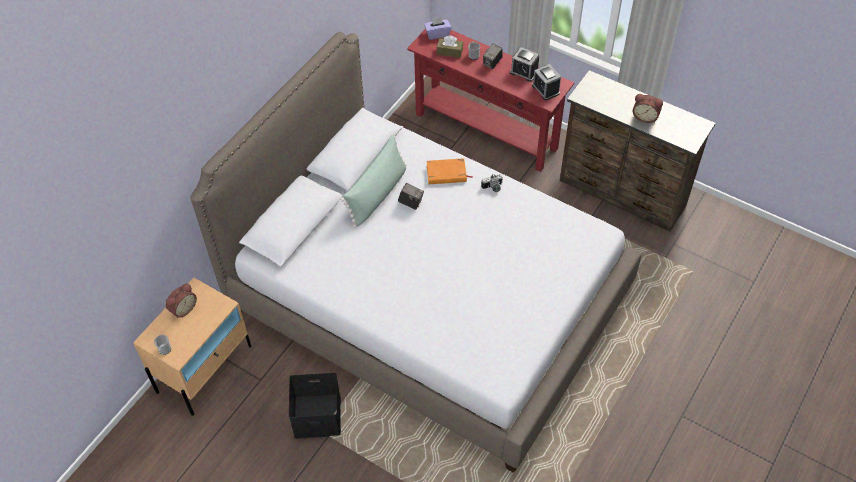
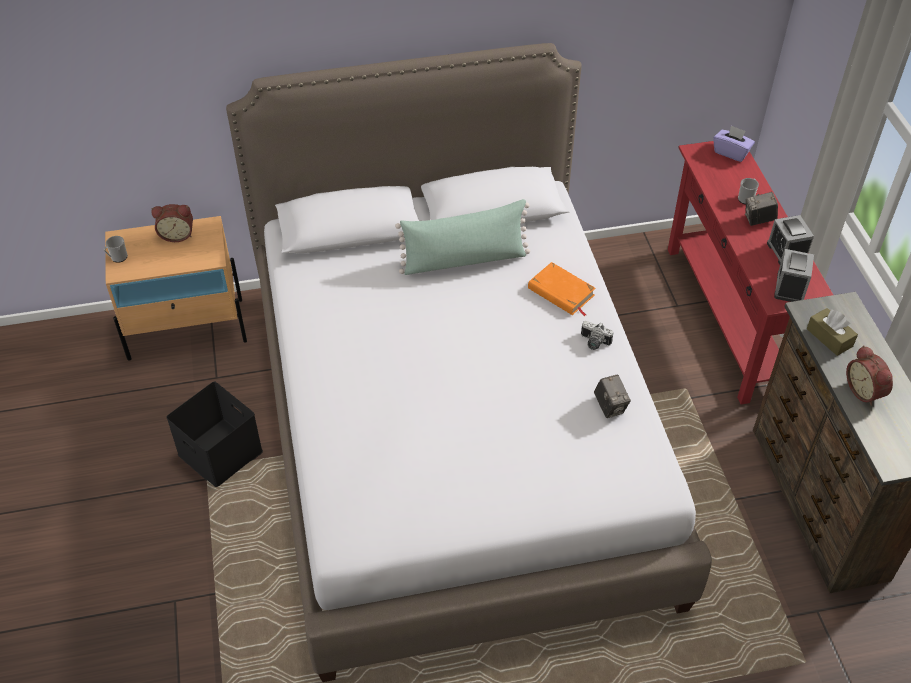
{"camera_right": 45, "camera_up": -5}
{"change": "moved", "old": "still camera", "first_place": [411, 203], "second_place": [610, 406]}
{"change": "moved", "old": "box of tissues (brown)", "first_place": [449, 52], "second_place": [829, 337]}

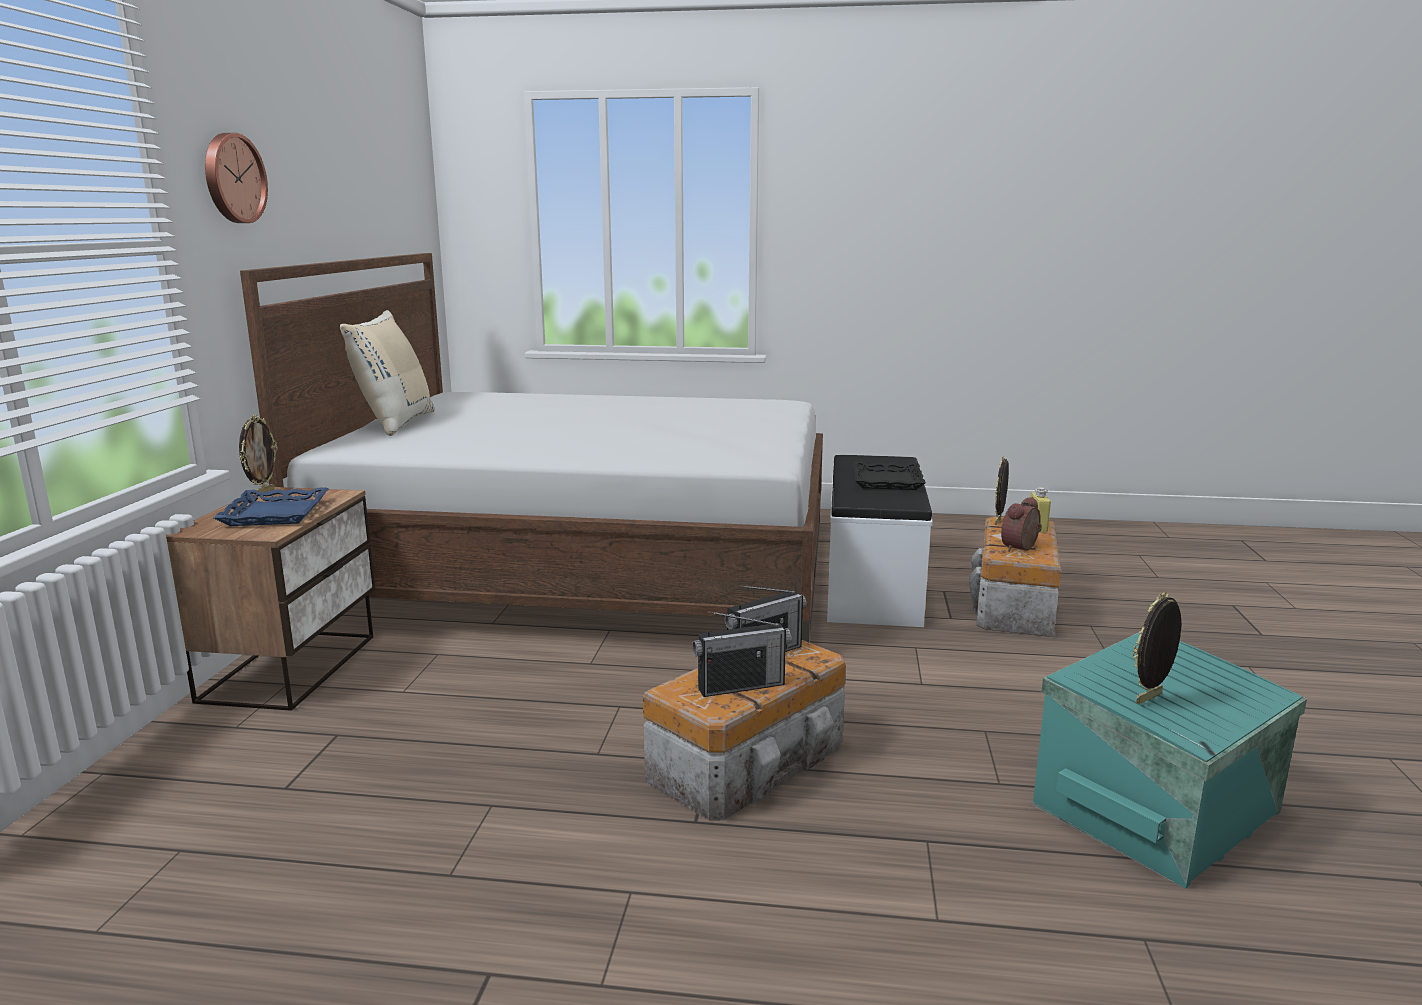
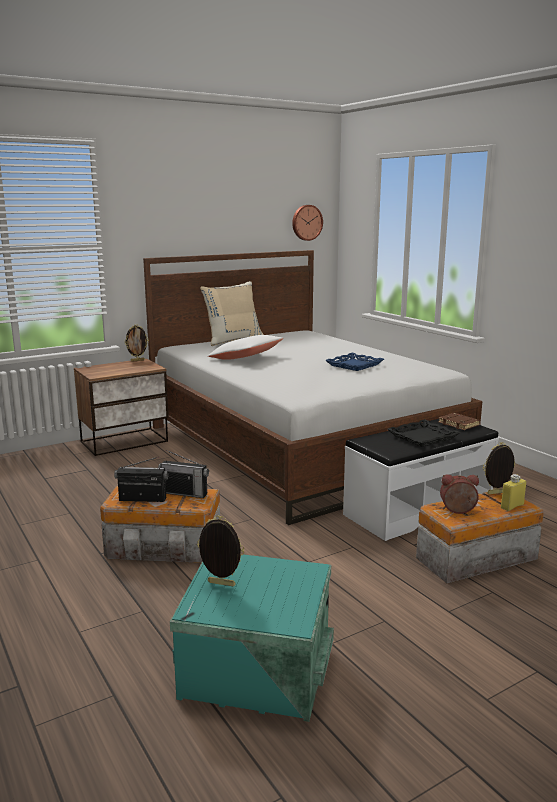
{"camera_right": 50, "camera_up": 0}
{"change": "added", "new": "pillow (white-coloured)", "second_place": [246, 358]}
{"change": "added", "new": "bound book (brown)", "second_place": [459, 424]}
{"change": "moved", "old": "clock on the wall", "first_place": [232, 178], "second_place": [306, 222]}
{"change": "moved", "old": "carrying tray (blue-coloured)", "first_place": [274, 514], "second_place": [354, 365]}
{"change": "turned", "old": "radio receiver", "first_place": [741, 686], "second_place": [142, 499], "degrees": 150}

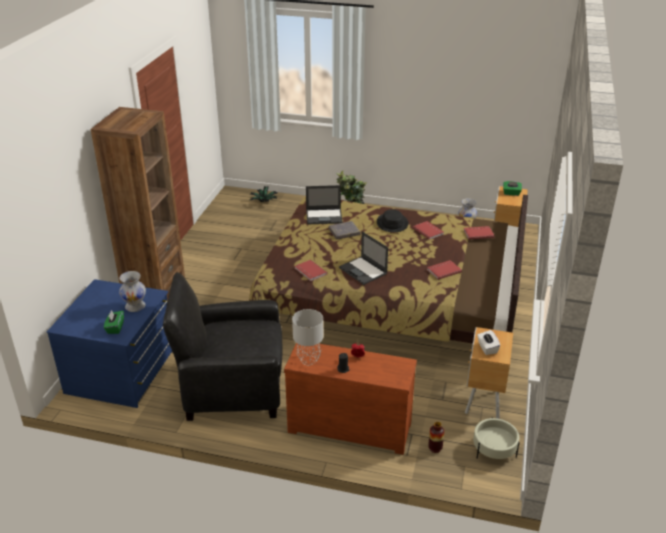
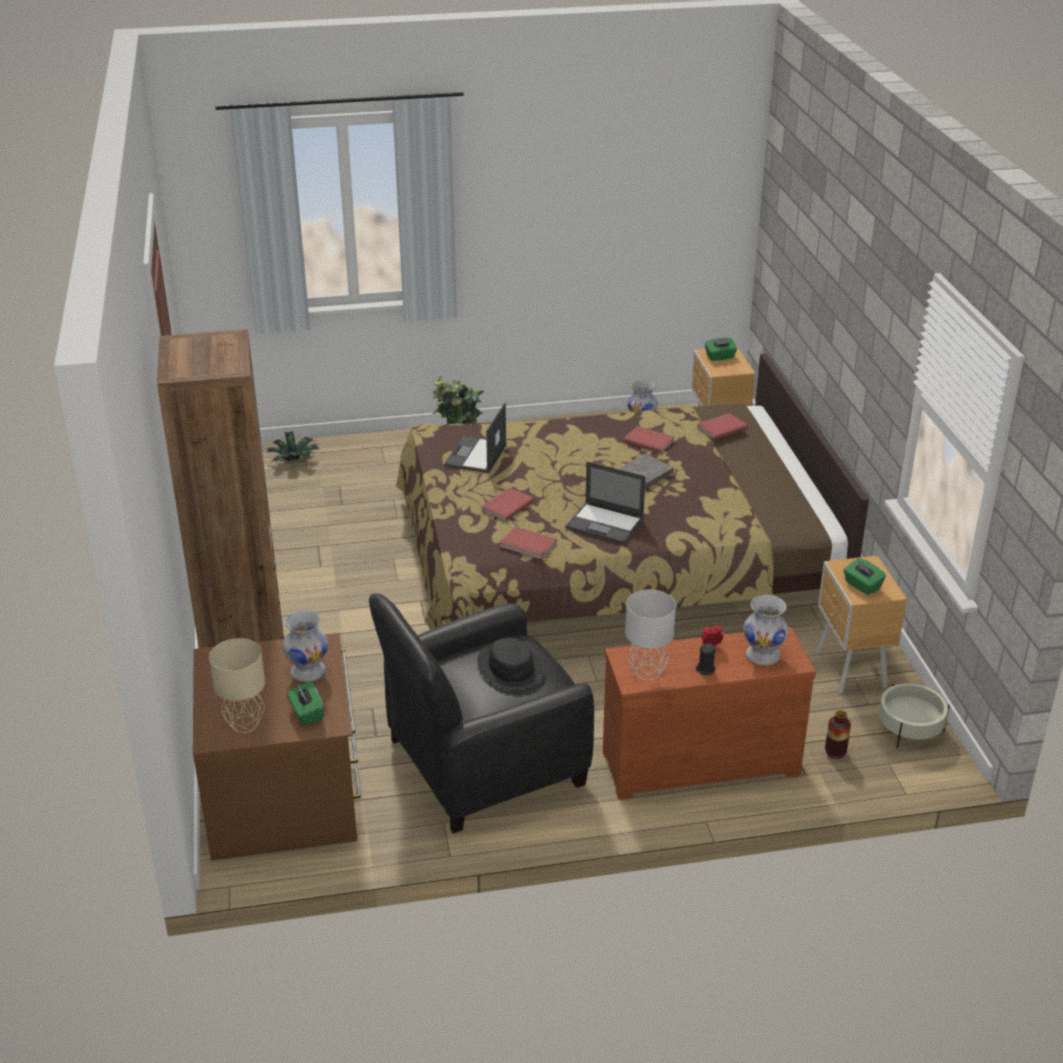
{"camera_right": -25, "camera_up": 0}
{"change": "added", "new": "tabletop lamp (sand-coloured)", "second_place": [246, 724]}
{"change": "added", "new": "vase (white-coloured)", "second_place": [762, 656]}
{"change": "moved", "old": "bound book (grey)", "first_place": [344, 232], "second_place": [645, 474]}
{"change": "moved", "old": "wearable hat (black-coloured)", "first_place": [392, 223], "second_place": [511, 667]}
{"change": "moved", "old": "bound book (reddish)", "first_place": [443, 270], "second_place": [506, 505]}
{"change": "recoloured", "old": "dresser (blue-coloured)", "new": "dresser (brown)", "first_place": [122, 372], "second_place": [284, 795]}
{"change": "recoloured", "old": "box of tissues (white-coloured)", "new": "box of tissues (green-coloured)", "first_place": [487, 348], "second_place": [862, 586]}
{"change": "turned", "old": "laptop", "first_place": [324, 216], "second_place": [475, 455], "degrees": 135}

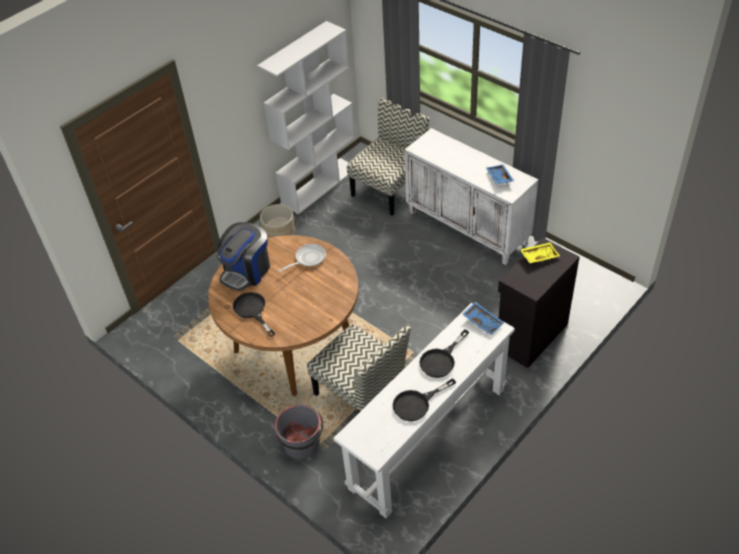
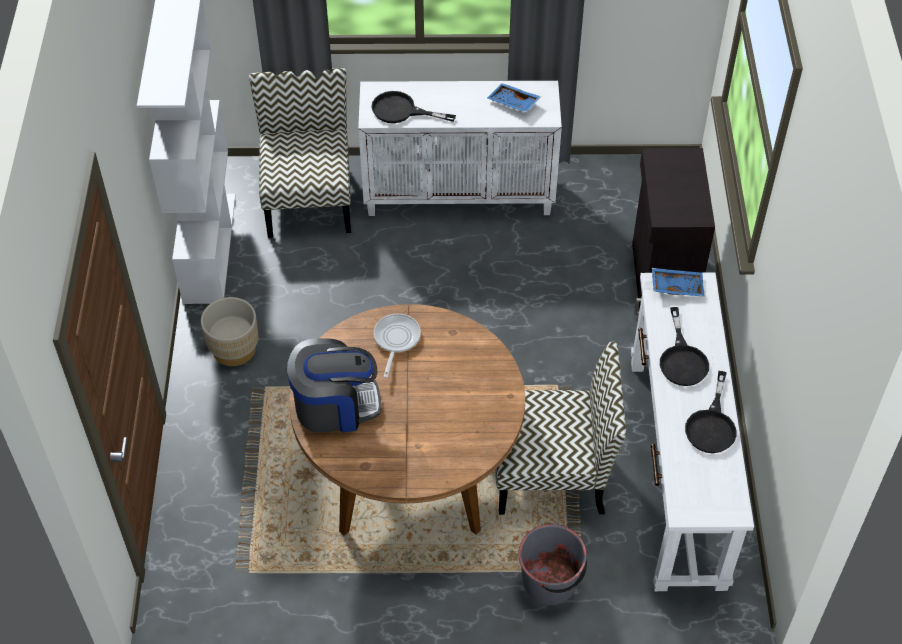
{"camera_right": -45, "camera_up": 5}
{"change": "removed", "old": "carrying tray (yellow)", "first_place": [539, 256]}
{"change": "moved", "old": "frying pan (black-coloured)", "first_place": [252, 311], "second_place": [401, 111]}
{"change": "turned", "old": "coffee maker", "first_place": [246, 271], "second_place": [335, 405], "degrees": -90}

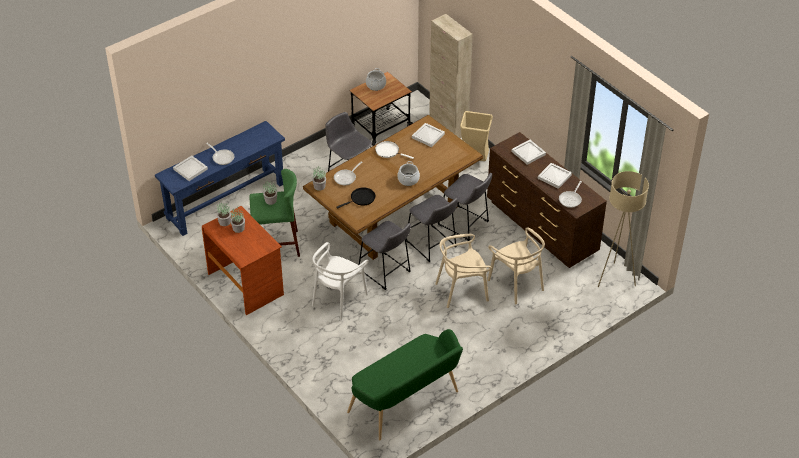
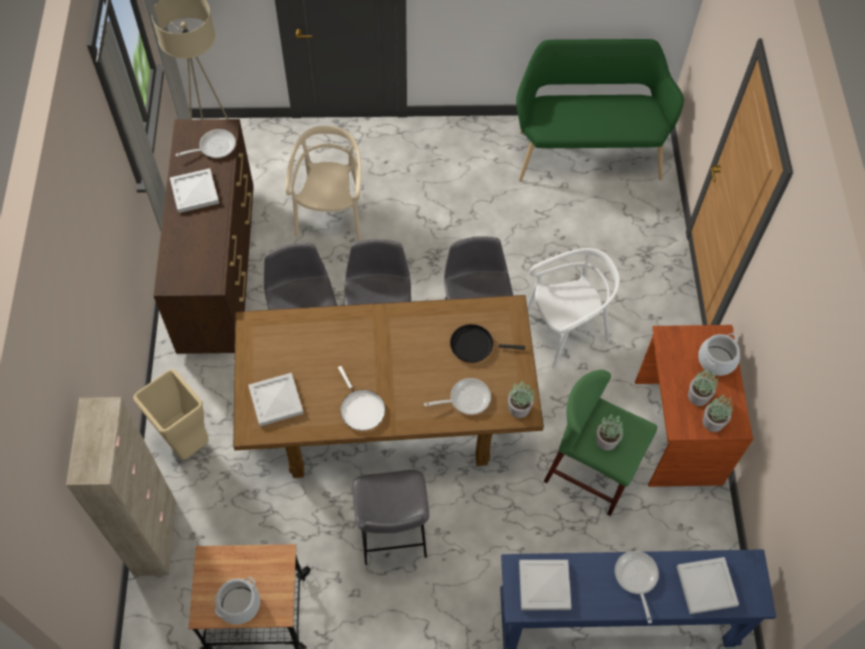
{"camera_right": -145, "camera_up": 15}
{"change": "removed", "old": "plain chair (sand-coloured)", "first_place": [462, 290]}
{"change": "moved", "old": "stockpot", "first_place": [408, 179], "second_place": [716, 360]}
{"change": "moved", "old": "carrying tray (white-coloured)", "first_place": [528, 153], "second_place": [545, 584]}

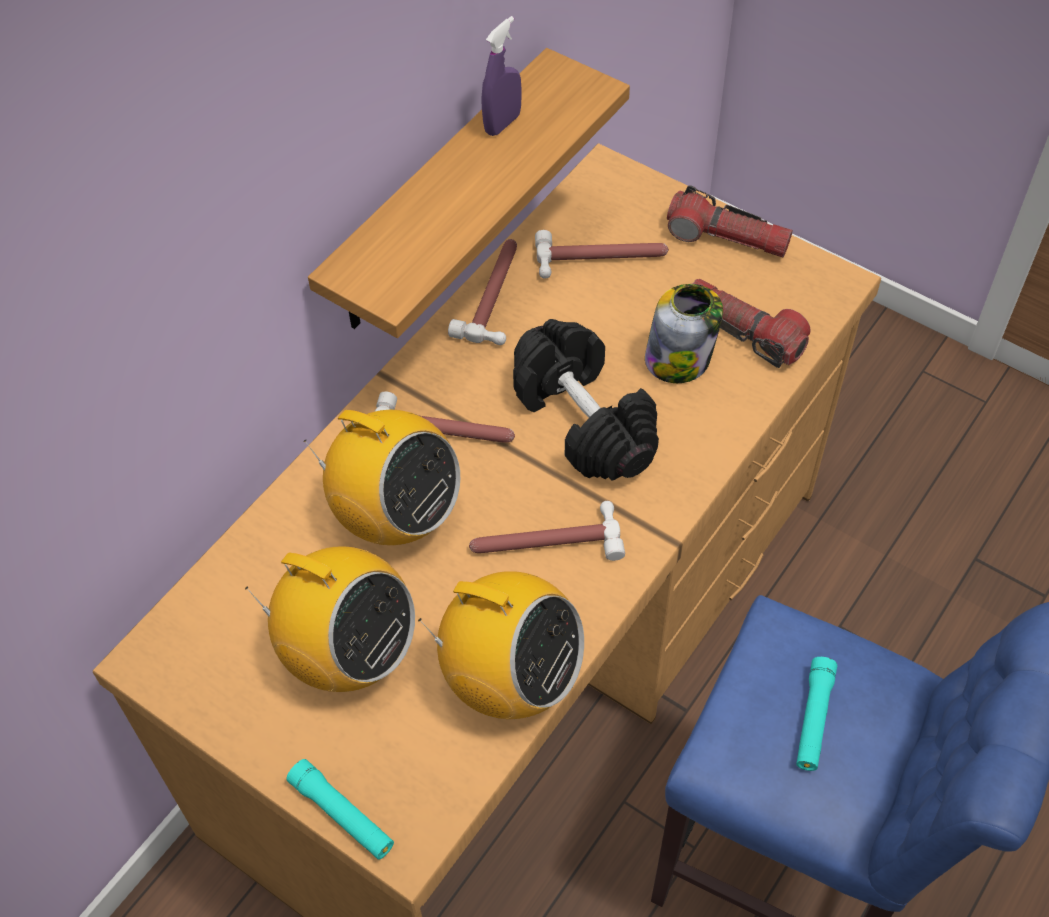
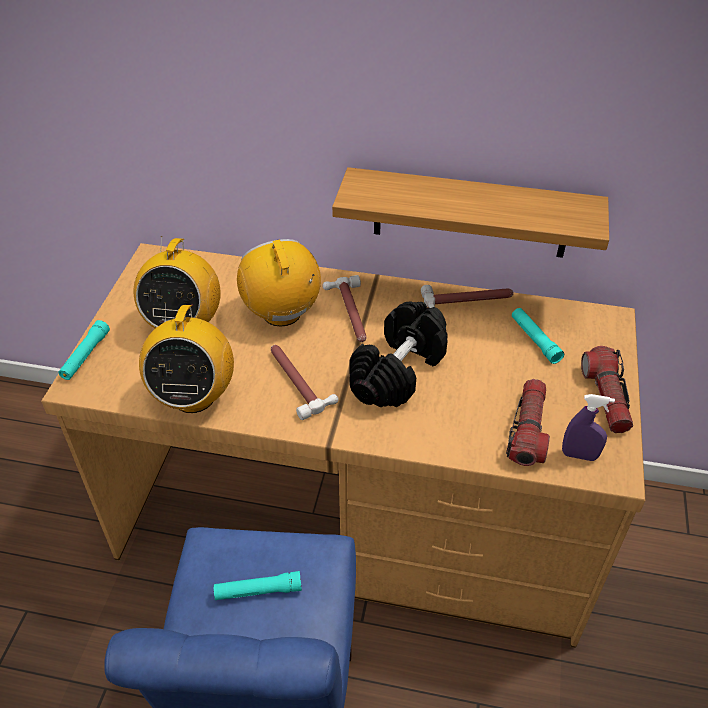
{"camera_right": 65, "camera_up": -10}
{"change": "removed", "old": "storage jar", "first_place": [679, 359]}
{"change": "moved", "old": "sprayer (purple-coloured)", "first_place": [502, 124], "second_place": [579, 455]}
{"change": "replaced", "old": "hammer", "new": "torch (turquoise)", "first_place": [602, 259], "second_place": [535, 340]}
{"change": "turned", "old": "radio receiver", "first_place": [396, 516], "second_place": [282, 313], "degrees": 150}

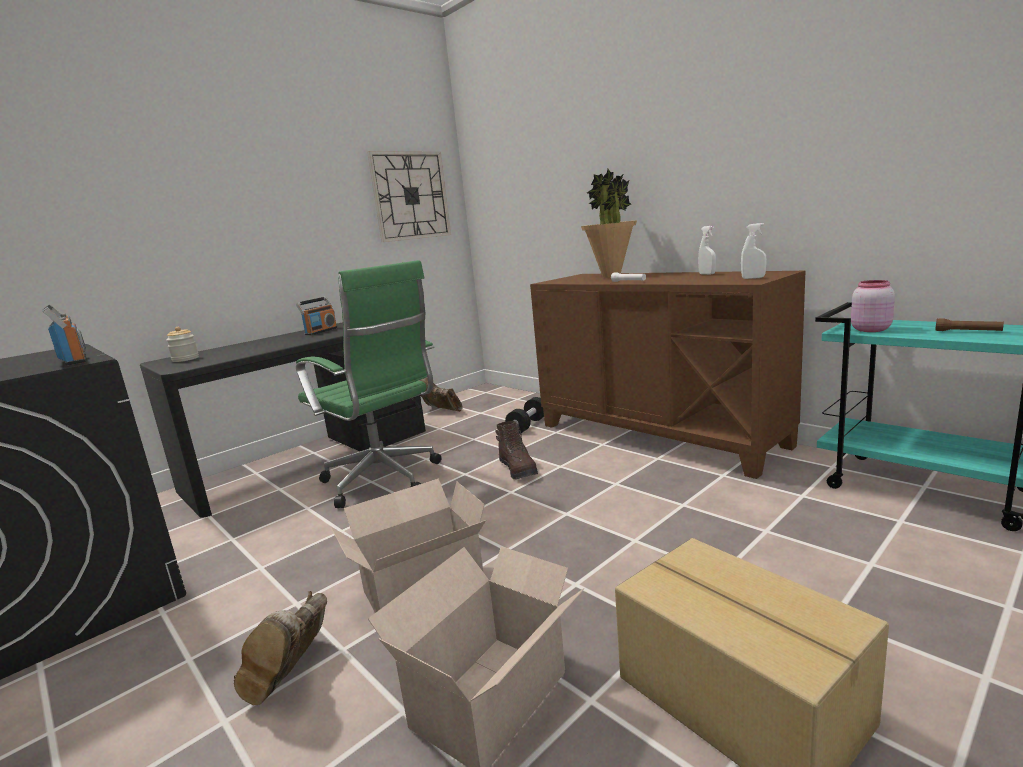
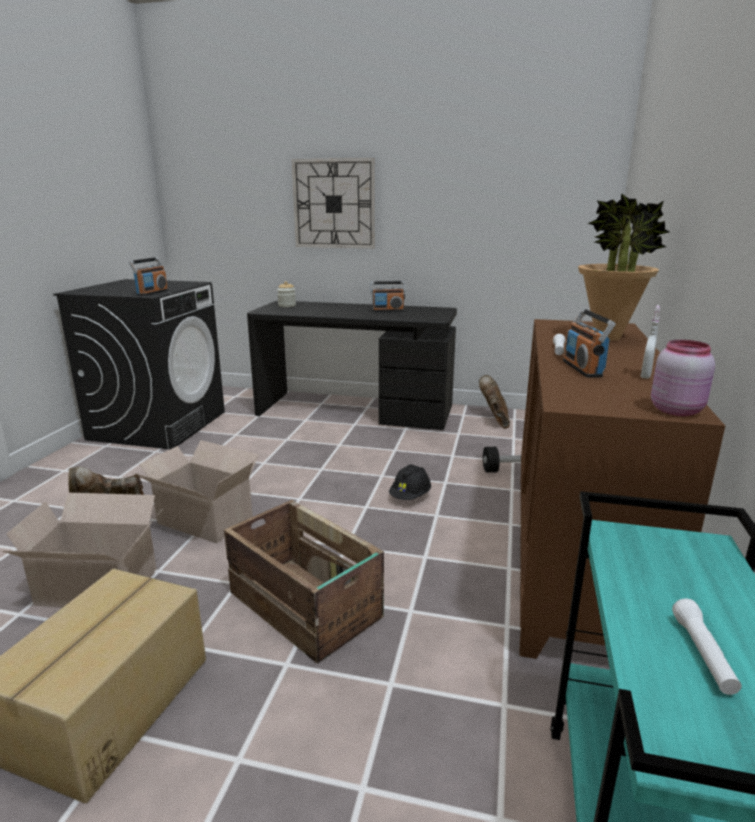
{"camera_right": 55, "camera_up": 5}
{"change": "removed", "old": "office chair (green-coloured)", "first_place": [385, 481]}
{"change": "removed", "old": "sprayer (white-coloured)", "first_place": [753, 278]}
{"change": "added", "new": "packing crate", "second_place": [305, 607]}
{"change": "added", "new": "radio receiver", "second_place": [582, 369]}
{"change": "moved", "old": "clock on the wall", "first_place": [410, 196], "second_place": [334, 204]}
{"change": "moved", "old": "storage jar (pink)", "first_place": [869, 329], "second_place": [676, 410]}
{"change": "replaced", "old": "tall boot (brown)", "new": "hard hat (black-coloured)", "first_place": [518, 469], "second_place": [410, 496]}
{"change": "recoloured", "old": "torch (brown)", "new": "torch (white-coloured)", "first_place": [968, 331], "second_place": [703, 654]}

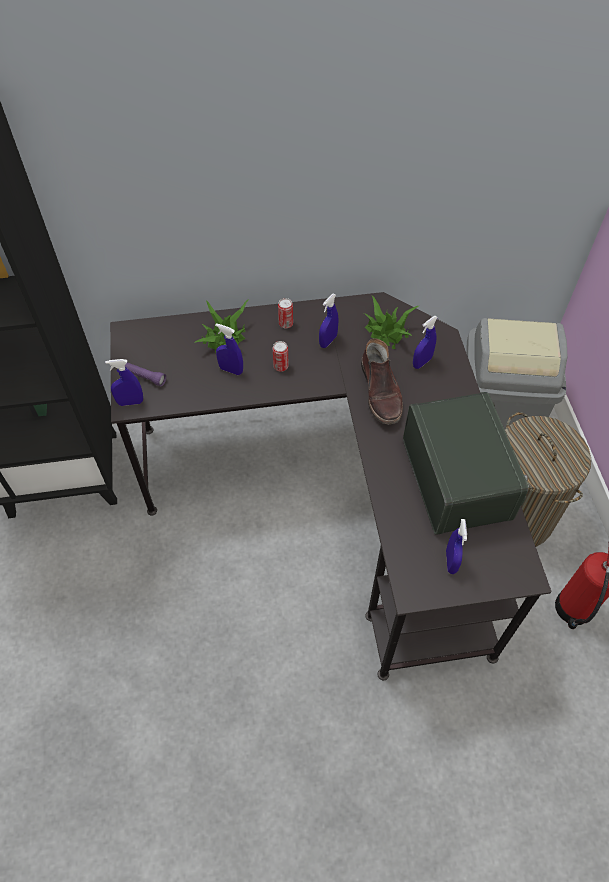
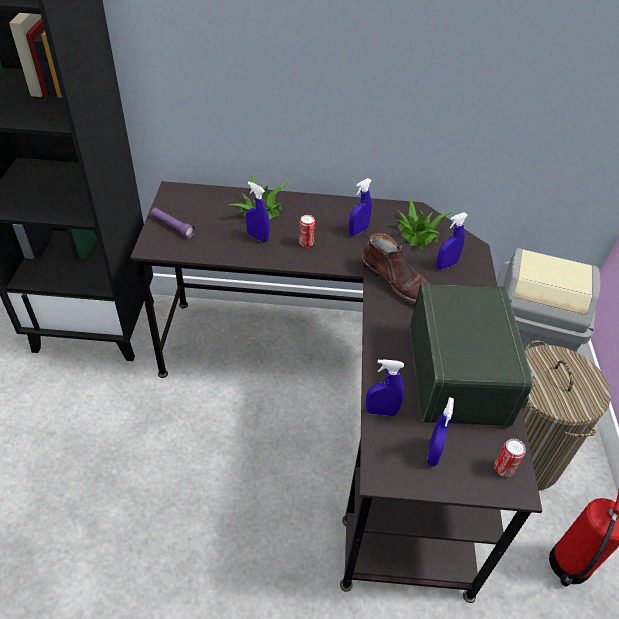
{"camera_right": 10, "camera_up": -10}
{"change": "moved", "old": "sprayer (blue-coloured)", "first_place": [130, 402], "second_place": [381, 411]}
{"change": "moved", "old": "can", "first_place": [285, 324], "second_place": [503, 469]}
{"change": "turned", "old": "tall boot (brown)", "first_place": [381, 392], "second_place": [398, 282], "degrees": -45}

